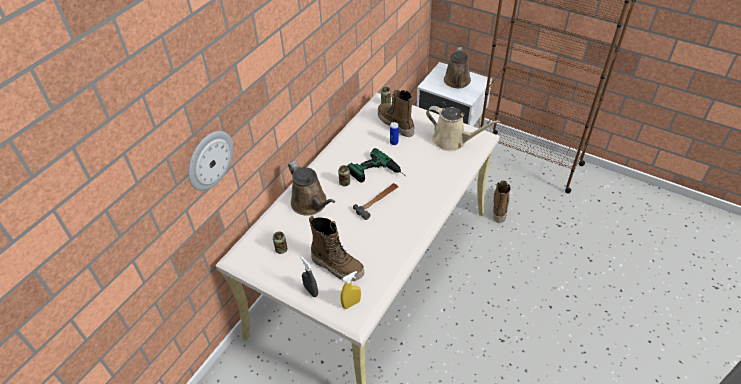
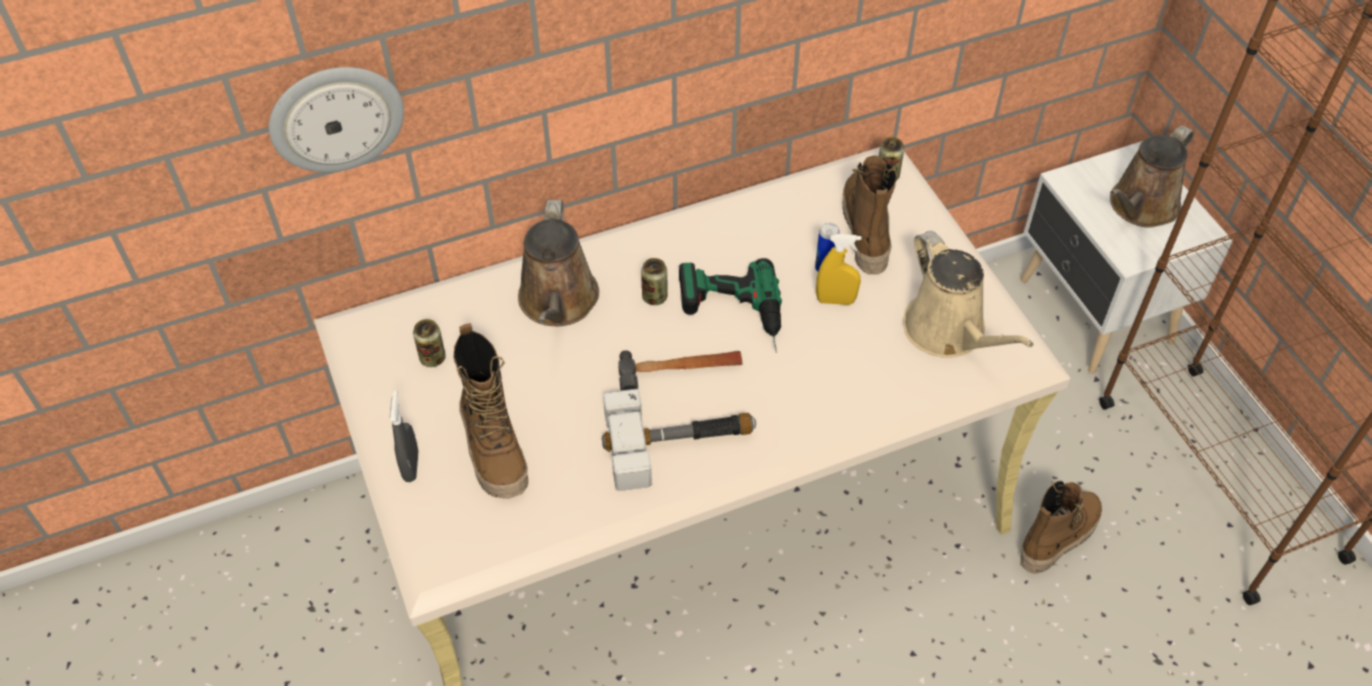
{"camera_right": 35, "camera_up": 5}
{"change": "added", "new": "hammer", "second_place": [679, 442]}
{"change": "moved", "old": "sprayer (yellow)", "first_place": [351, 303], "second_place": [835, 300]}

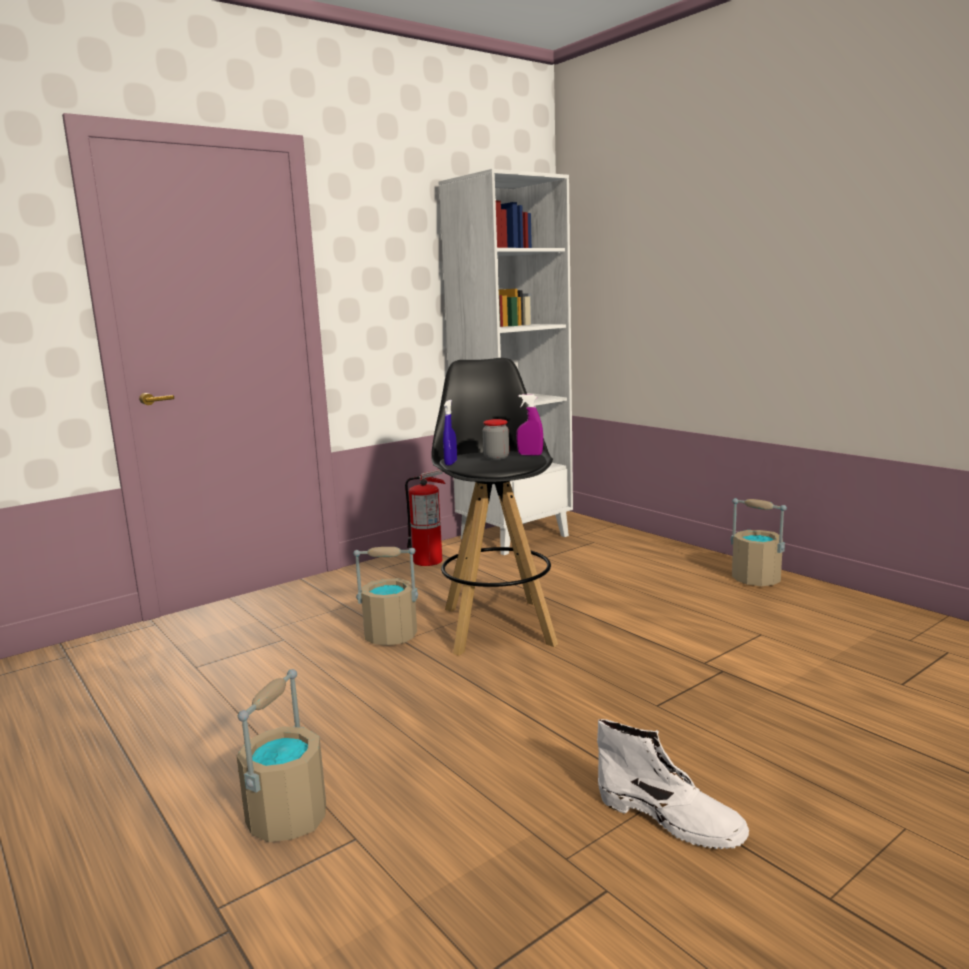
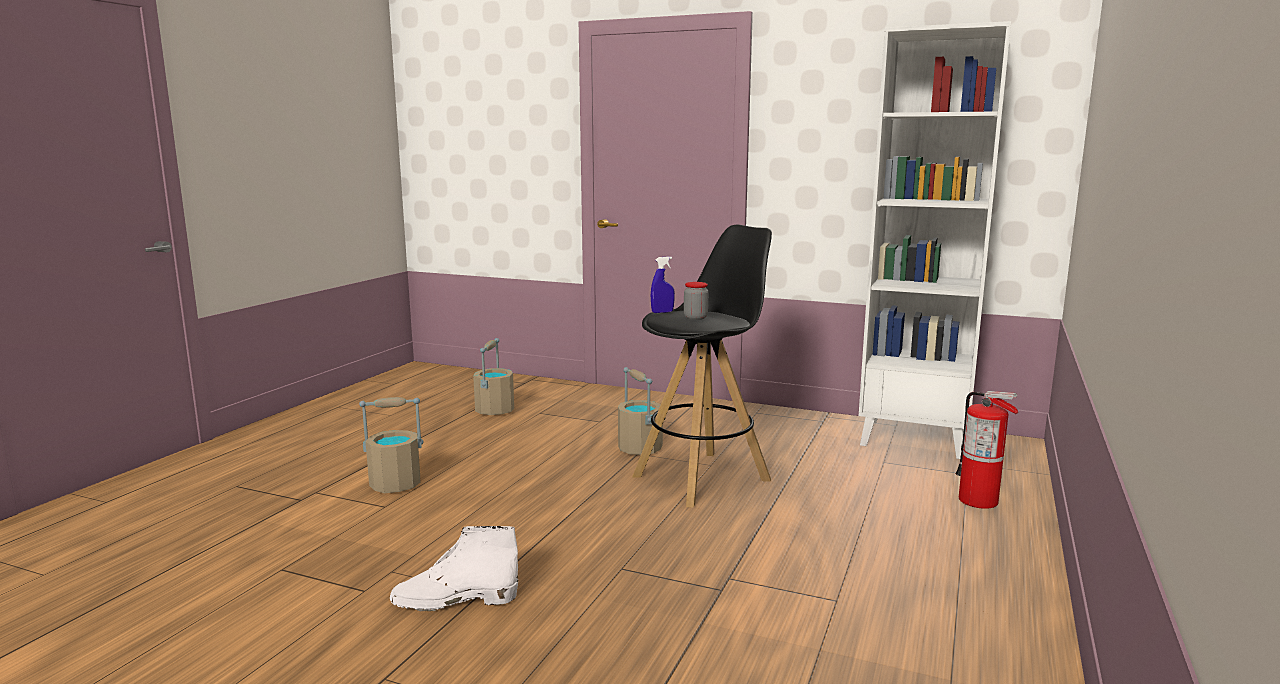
{"camera_right": 60, "camera_up": 0}
{"change": "removed", "old": "sprayer (purple-coloured)", "first_place": [530, 455]}
{"change": "moved", "old": "extinguisher", "first_place": [428, 561], "second_place": [978, 501]}
{"change": "moved", "old": "water bucket (sand-coloured)", "first_place": [755, 579], "second_place": [495, 410]}
{"change": "turned", "old": "tall boot (white-coloured)", "first_place": [671, 819], "second_place": [453, 600], "degrees": 75}

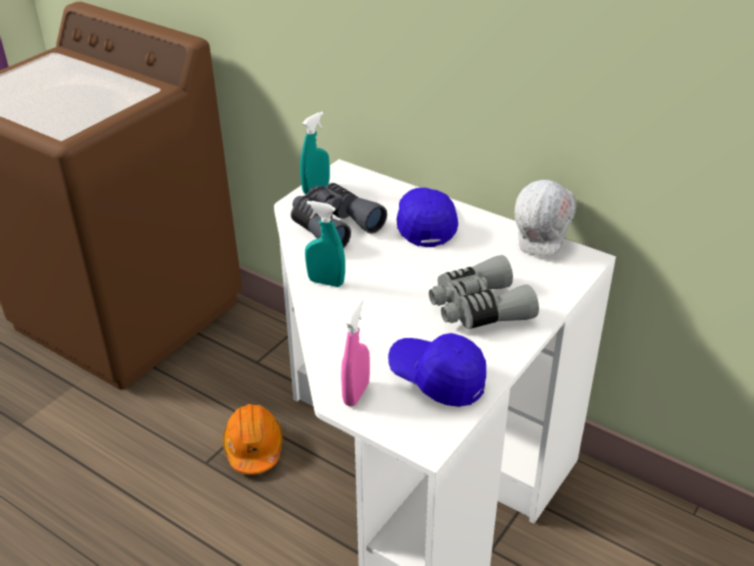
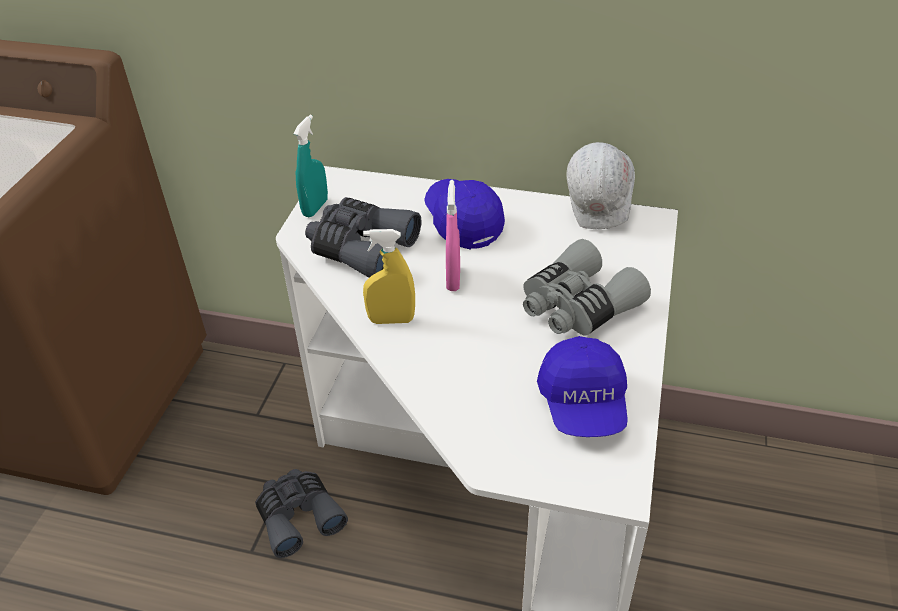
{"camera_right": -20, "camera_up": 5}
{"change": "moved", "old": "sprayer (pink)", "first_place": [356, 393], "second_place": [453, 279]}
{"change": "replaced", "old": "hard hat (orange-coloured)", "new": "field glasses (grey)", "first_place": [253, 448], "second_place": [298, 516]}
{"change": "recoloured", "old": "sprayer (turquoise)", "new": "sprayer (yellow)", "first_place": [326, 282], "second_place": [391, 320]}
{"change": "turned", "old": "cap (blue-coloured)", "first_place": [437, 379], "second_place": [583, 404], "degrees": -105}

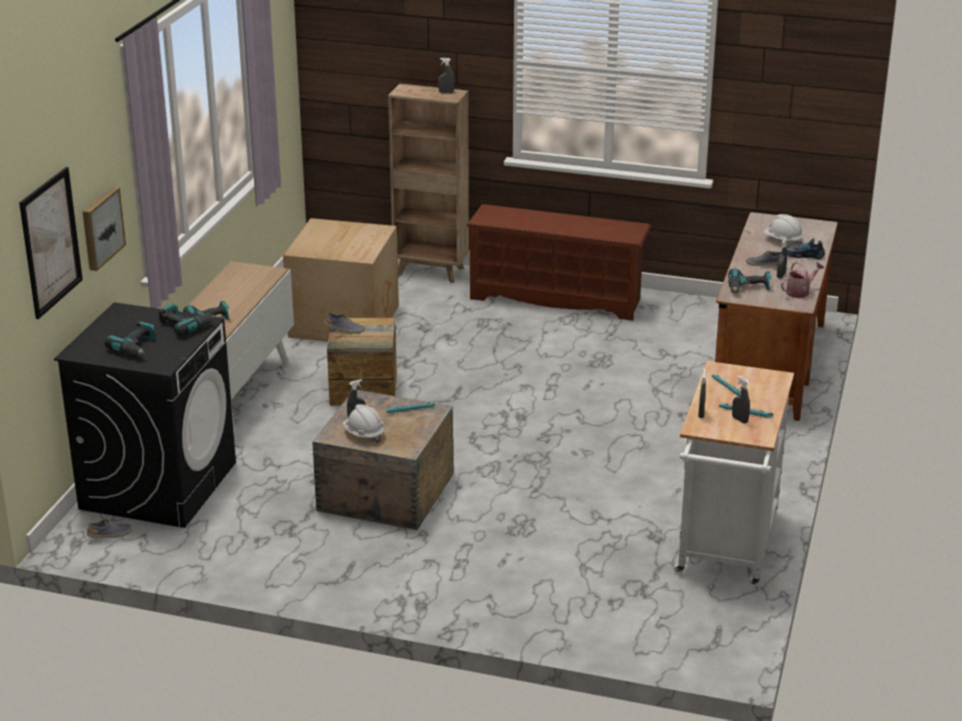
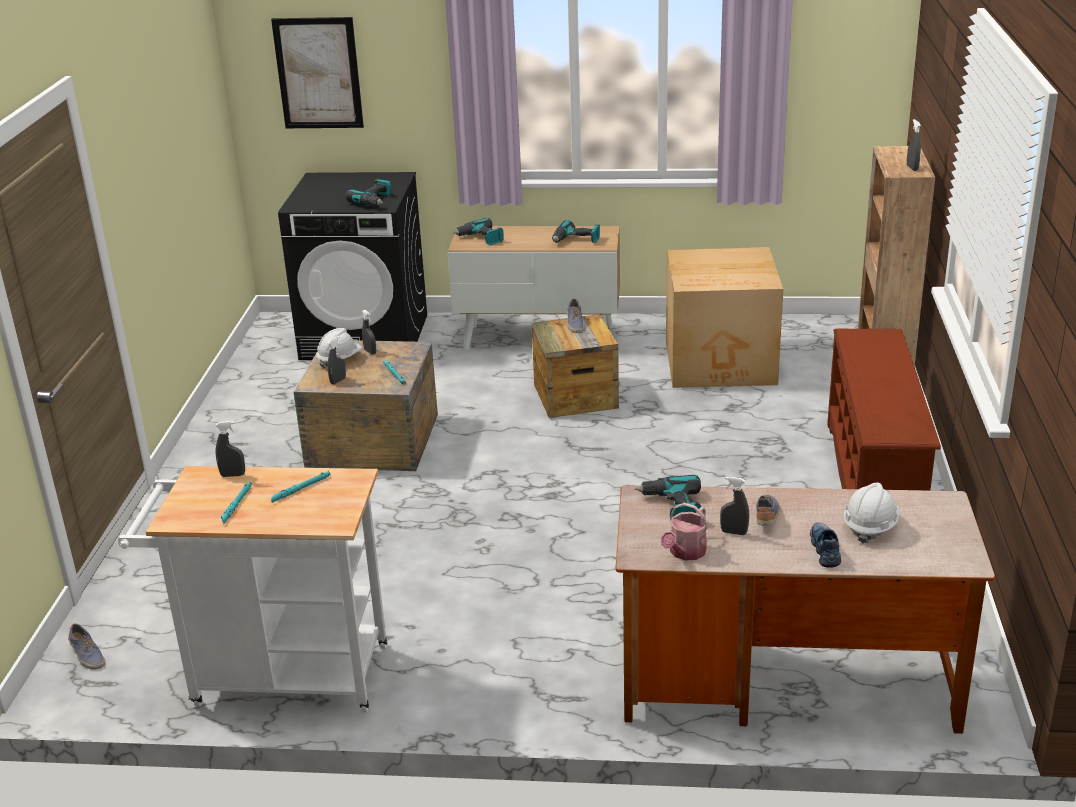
{"camera_right": 80, "camera_up": 0}
{"change": "removed", "old": "wall art", "first_place": [101, 228]}
{"change": "moved", "old": "low shoe", "first_place": [110, 536], "second_place": [87, 655]}
{"change": "moved", "old": "electric drill", "first_place": [136, 347], "second_place": [576, 240]}
{"change": "moved", "old": "sprayer (grey)", "first_place": [739, 420], "second_place": [338, 381]}
{"change": "turned", "old": "sprinkling can", "first_place": [800, 292], "second_place": [685, 553], "degrees": 75}

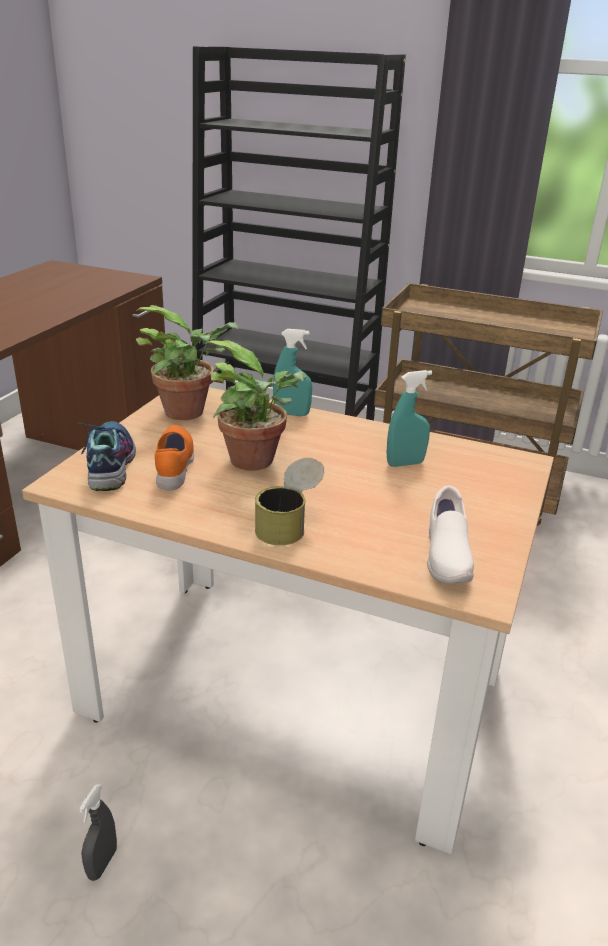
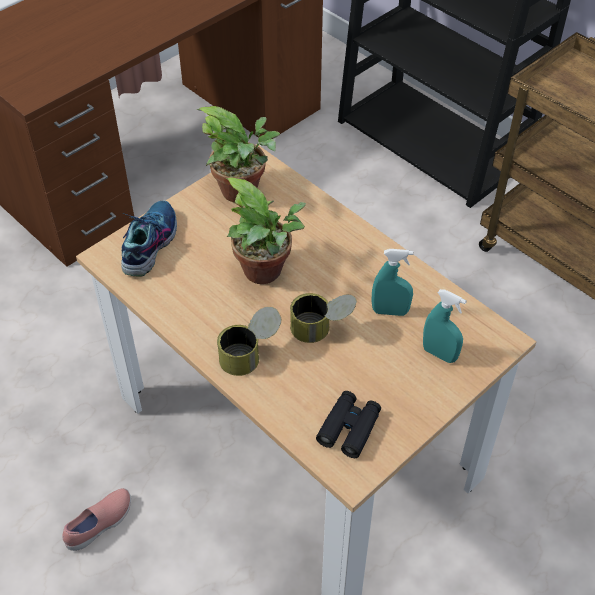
{"camera_right": 25, "camera_up": 20}
{"change": "removed", "old": "low shoe (orange-coloured)", "first_place": [175, 467]}
{"change": "added", "new": "can", "second_place": [321, 329]}
{"change": "moved", "old": "sprayer (turquoise)", "first_place": [291, 414], "second_place": [439, 354]}
{"change": "replaced", "old": "sprayer (grey)", "new": "low shoe (pink)", "first_place": [102, 863], "second_place": [100, 524]}
{"change": "replaced", "old": "low shoe (white-coloured)", "new": "field glasses (black-coloured)", "first_place": [445, 557], "second_place": [349, 428]}

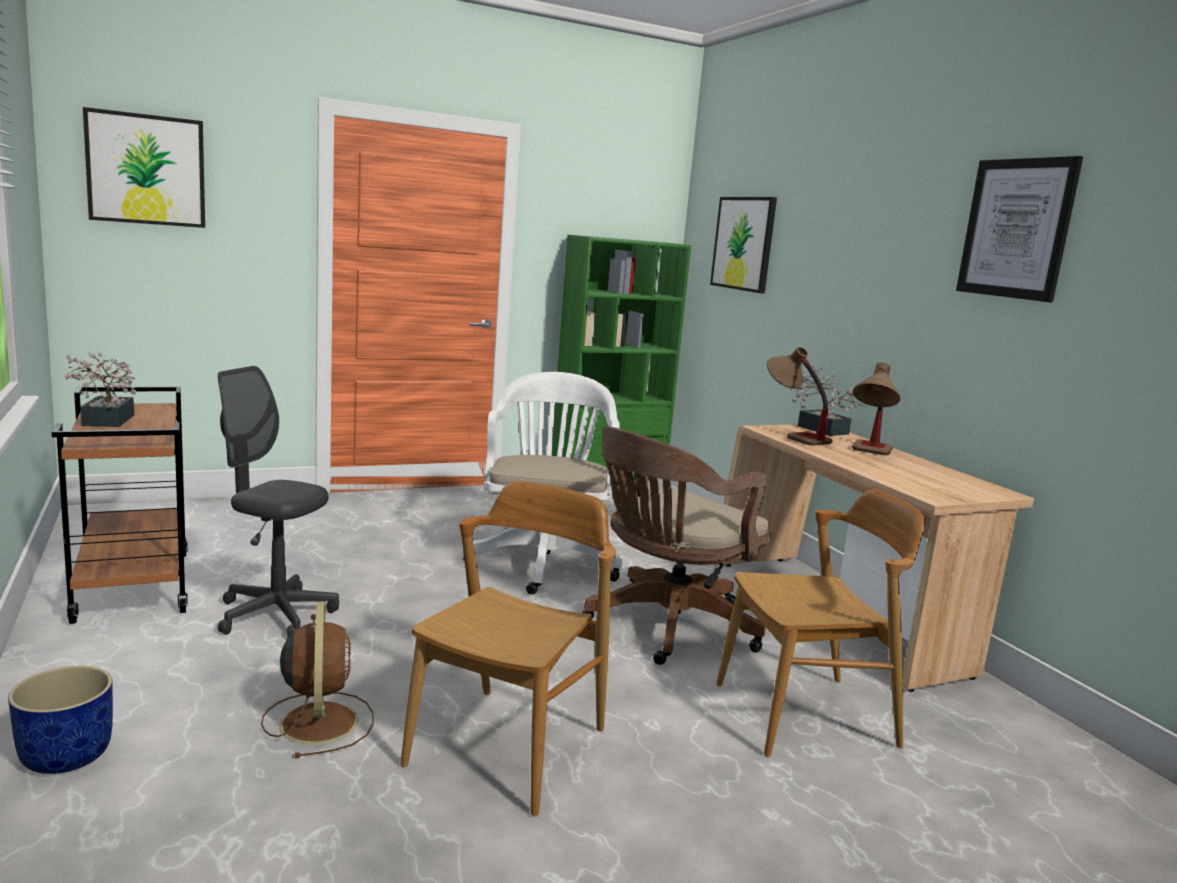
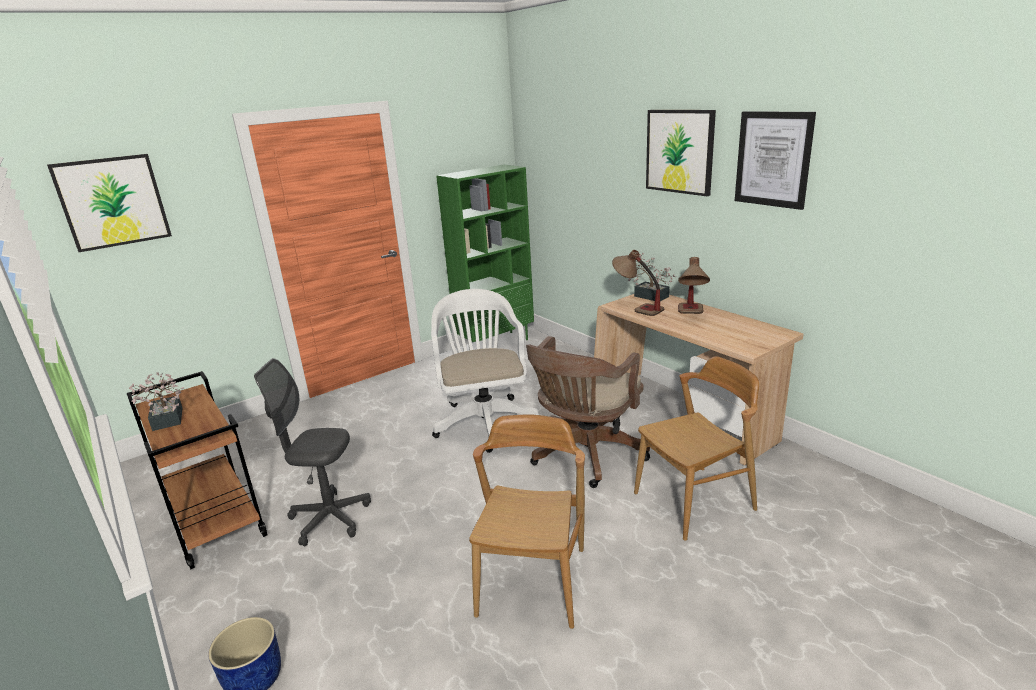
{"camera_right": -10, "camera_up": 10}
{"change": "removed", "old": "electric fan (brown)", "first_place": [319, 721]}
{"change": "moved", "old": "wall art", "first_place": [744, 243], "second_place": [680, 151]}

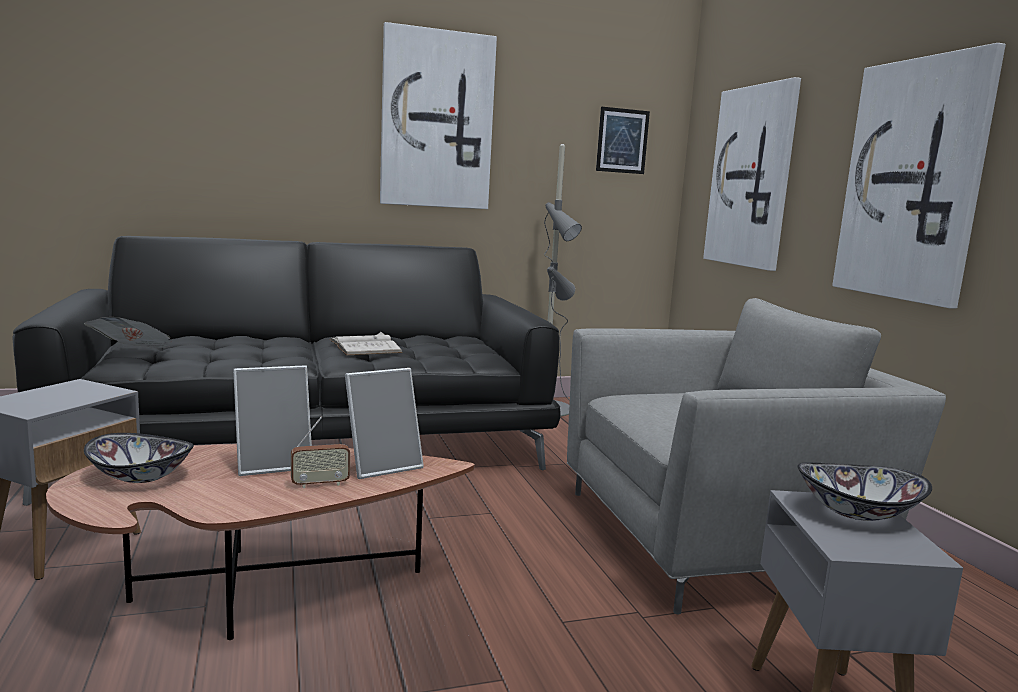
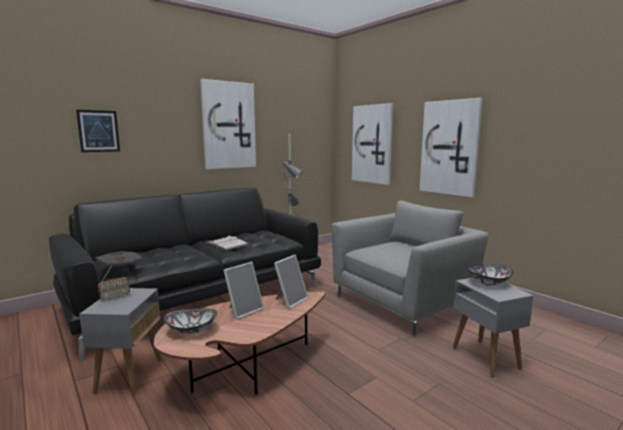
{"camera_right": -20, "camera_up": 0}
{"change": "moved", "old": "radio receiver", "first_place": [320, 484], "second_place": [115, 298]}
{"change": "moved", "old": "wall art", "first_place": [622, 141], "second_place": [98, 131]}

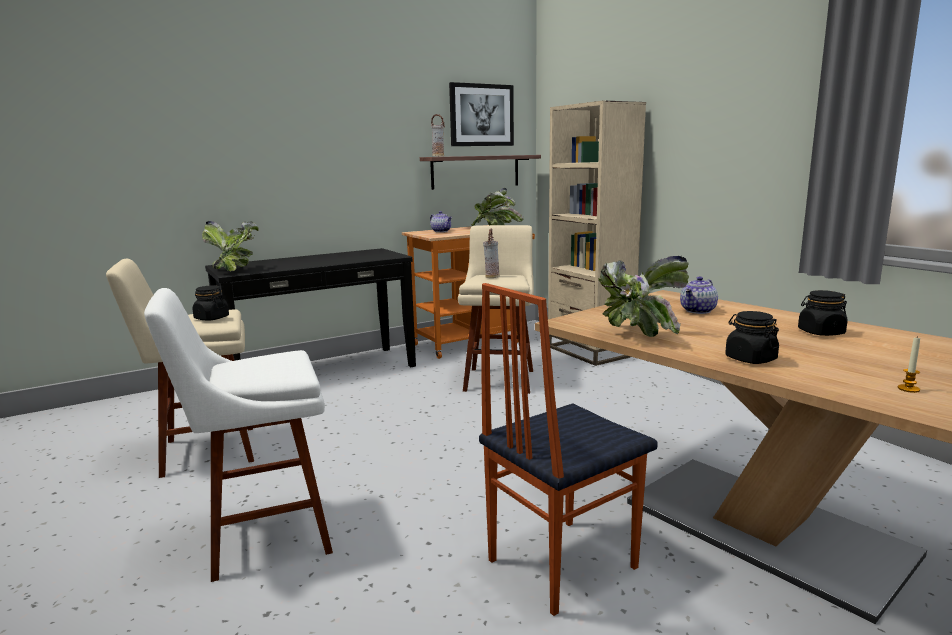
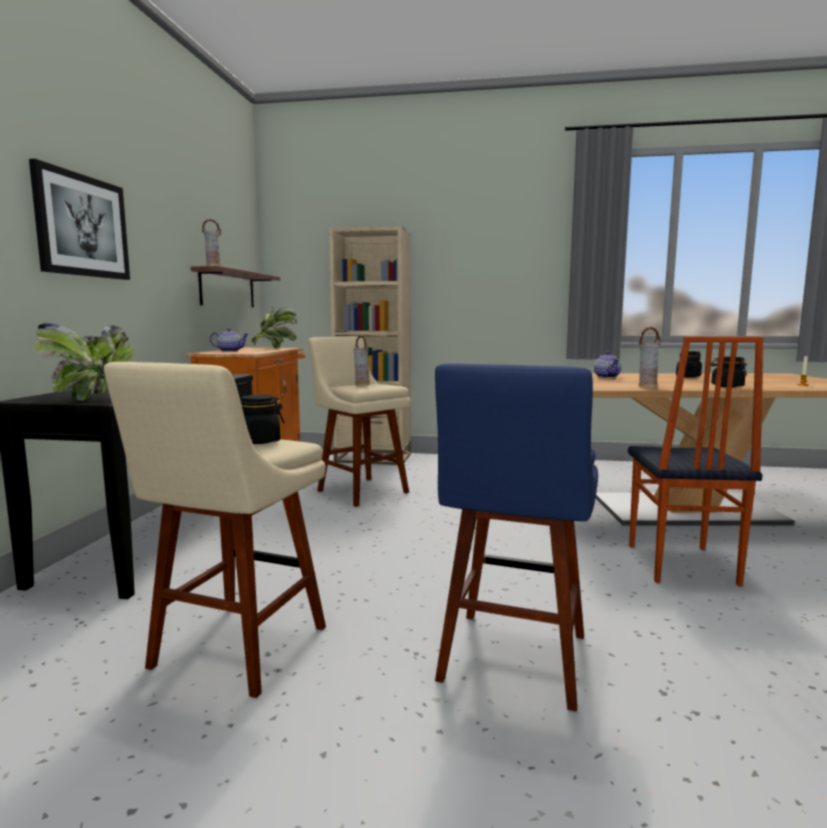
{"camera_right": -50, "camera_up": -5}
{"change": "moved", "old": "wall art", "first_place": [481, 115], "second_place": [82, 226]}
{"change": "replaced", "old": "houseplant", "new": "vase", "first_place": [635, 335], "second_place": [647, 387]}
{"change": "recoloured", "old": "stool (white-coloured)", "new": "stool (blue-coloured)", "first_place": [261, 537], "second_place": [512, 662]}

